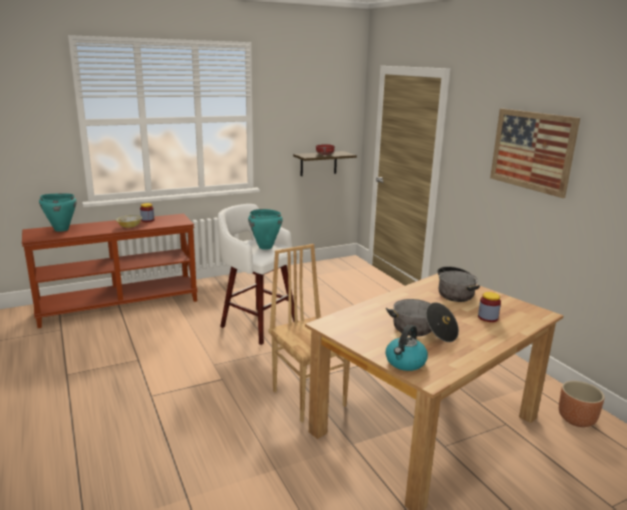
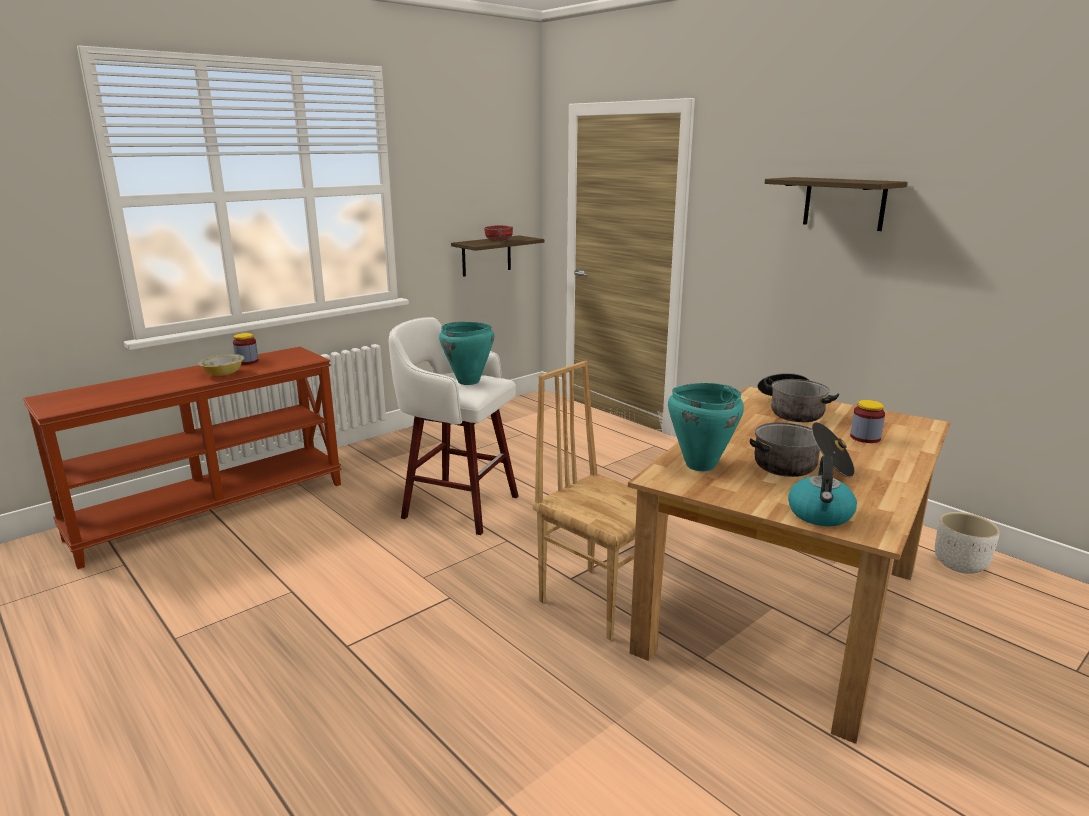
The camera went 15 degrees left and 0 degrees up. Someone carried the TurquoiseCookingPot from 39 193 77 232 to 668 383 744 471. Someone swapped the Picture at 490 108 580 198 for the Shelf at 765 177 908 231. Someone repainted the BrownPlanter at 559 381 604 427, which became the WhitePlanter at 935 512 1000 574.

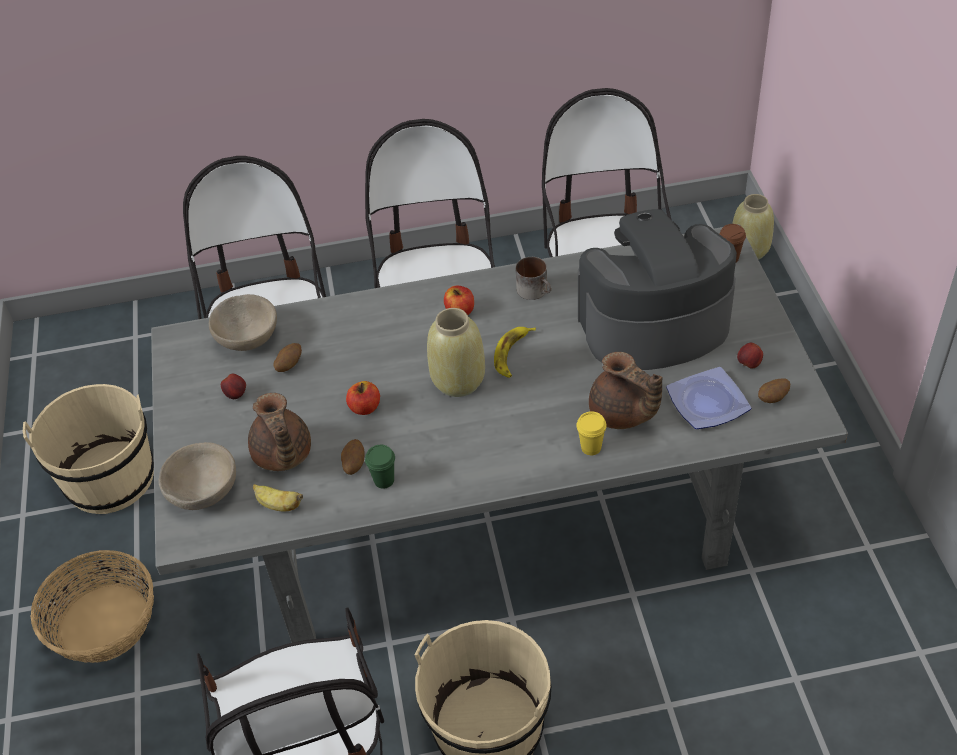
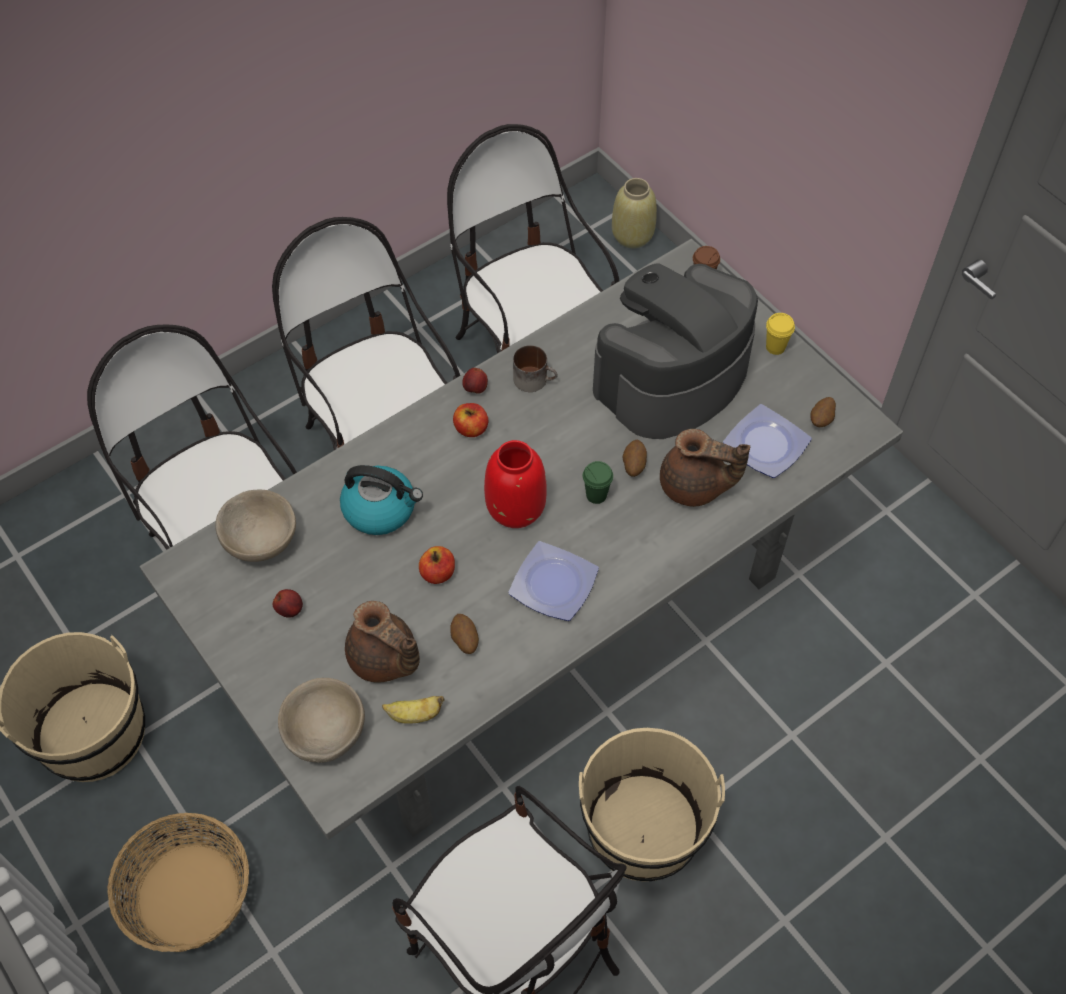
The camera went 30 degrees left and 10 degrees up. Someone took away the Banana at 494 327 536 378. Someone put down the Kettle at 340 465 423 535. Someone put down the Plate at 508 541 599 621. Someone carried the Potato from 273 343 302 372 to 622 440 647 477. Someone carried the GreenCup from 365 445 395 489 to 583 461 613 504. Someone carried the YellowCup from 576 411 607 455 to 766 313 795 355. Someone carried the Apple from 737 343 763 368 to 462 368 488 394. Someone repainted the BeigeVase at 427 308 485 397, which became the RedVase at 484 440 547 528.

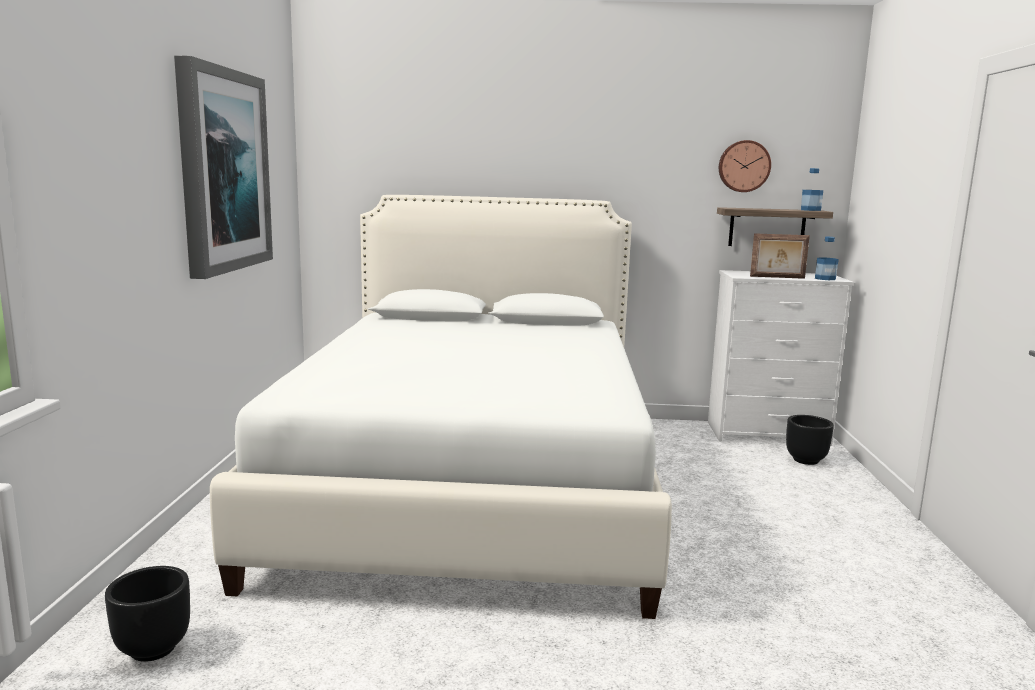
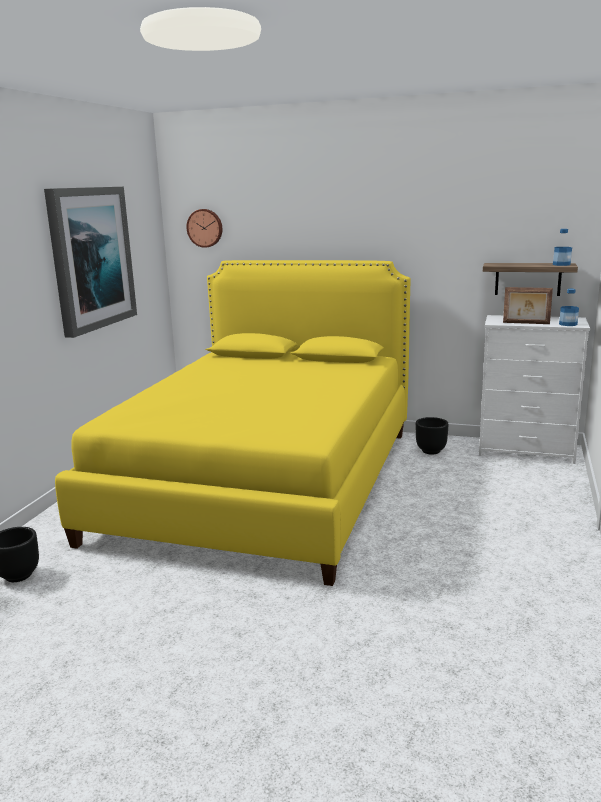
The camera went 15 degrees right and 5 degrees up. Someone carried the WallClock from 719 140 771 192 to 186 209 222 248. Someone carried the BlackPlanter from 786 415 834 465 to 416 417 449 454. Someone repainted the WhiteBed at 210 195 672 619, which became the YellowBed at 55 260 410 586.

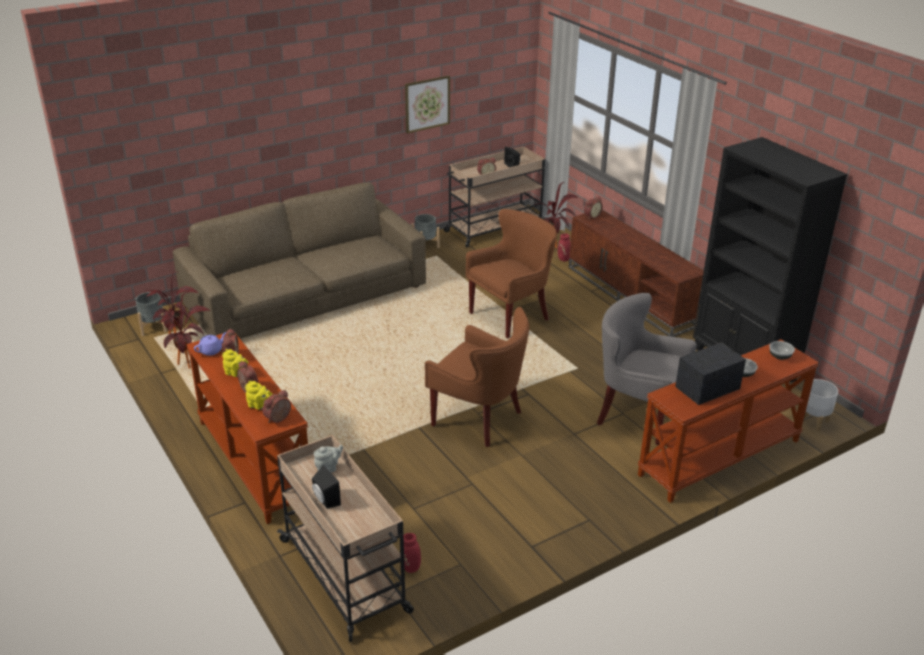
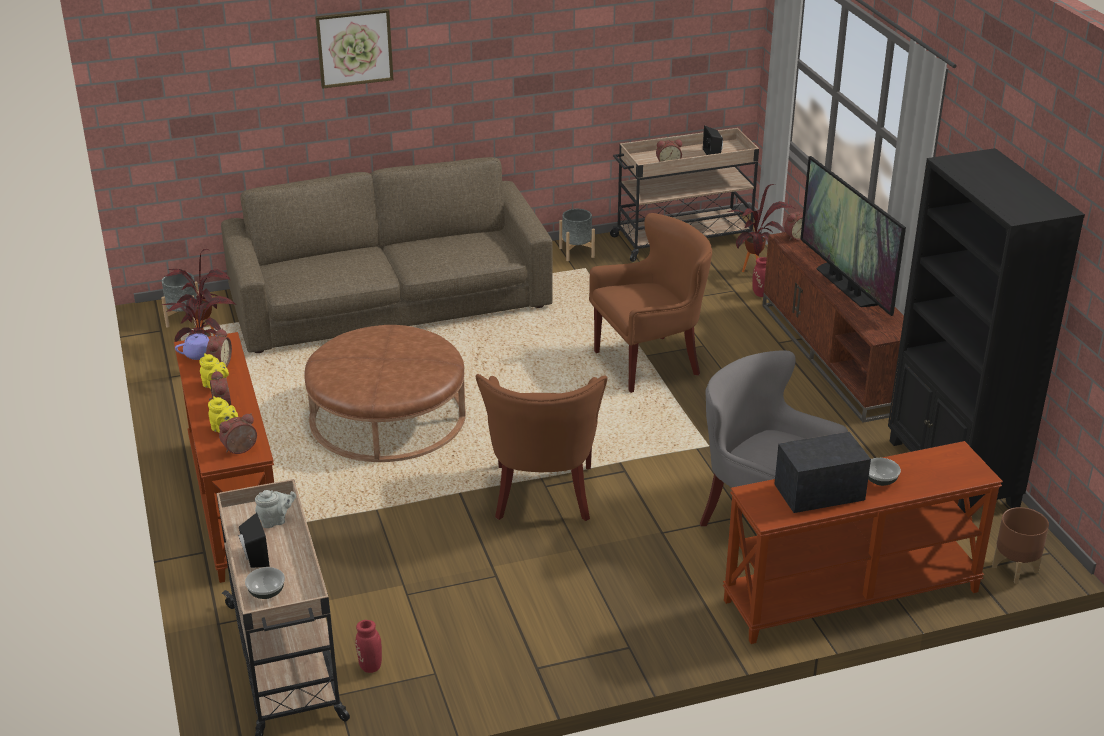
The camera went 15 degrees right and 0 degrees up. Someone put down the BrownOttoman at 304 325 466 462. Someone put down the Television at 800 156 906 316. Someone carried the Picture from 405 75 450 133 to 315 9 393 89. Someone carried the Bowl from 769 341 795 360 to 245 567 285 599. Someone repainted the WhitePlanter at 804 379 838 432, which became the BrownPlanter at 992 507 1049 584. Someone rotated the BrownArmchair at 425 307 529 447 by 45 degrees clockwise.

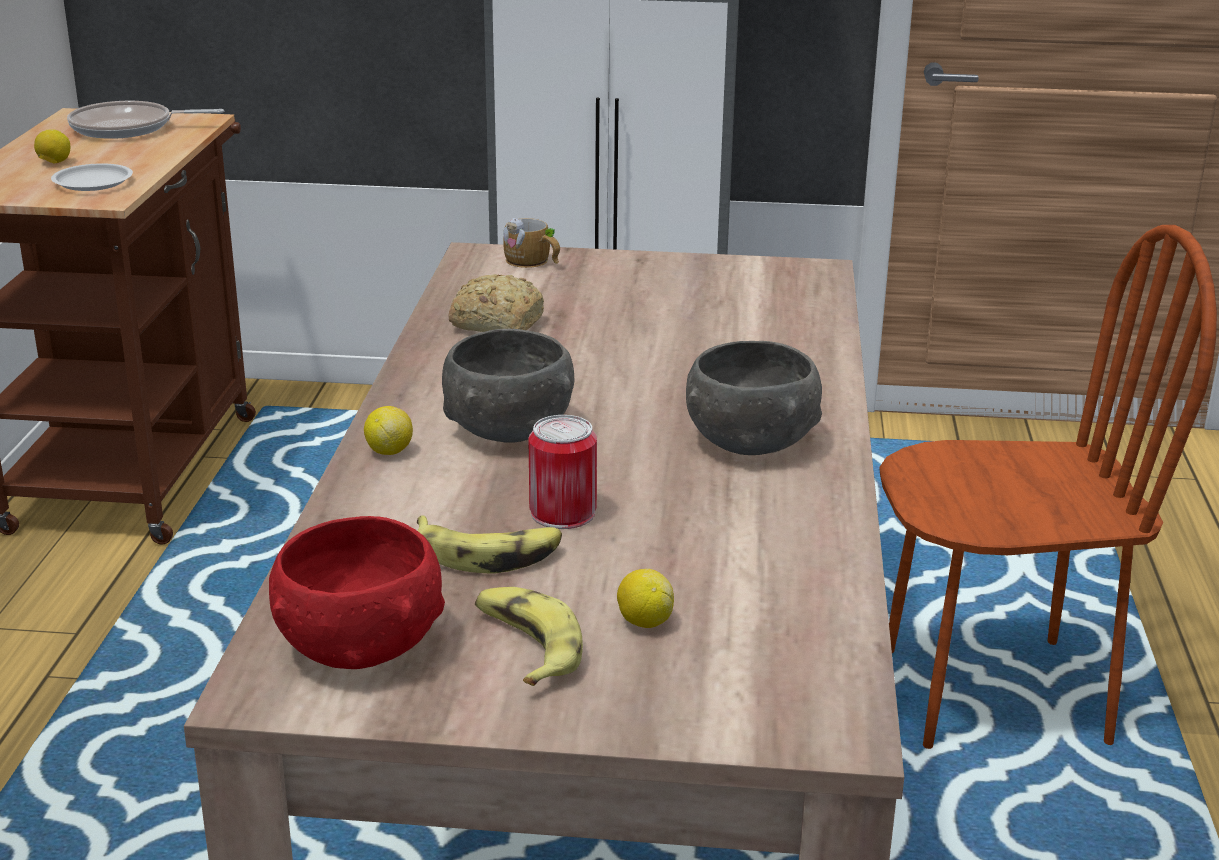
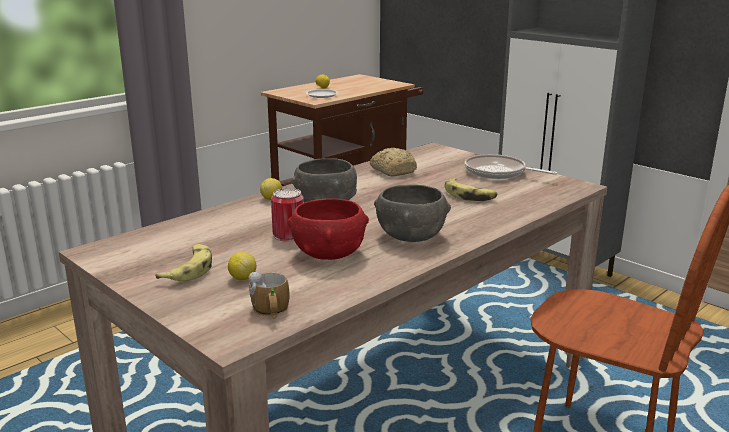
The camera went 40 degrees right and 5 degrees down. Someone carried the FryingPan from 67 101 224 139 to 465 154 557 179. Someone carried the RedBowl from 269 516 445 669 to 288 198 369 260. Someone carried the Banana from 417 515 562 574 to 445 178 497 201. Someone carried the Mug from 503 218 560 268 to 248 272 290 319.

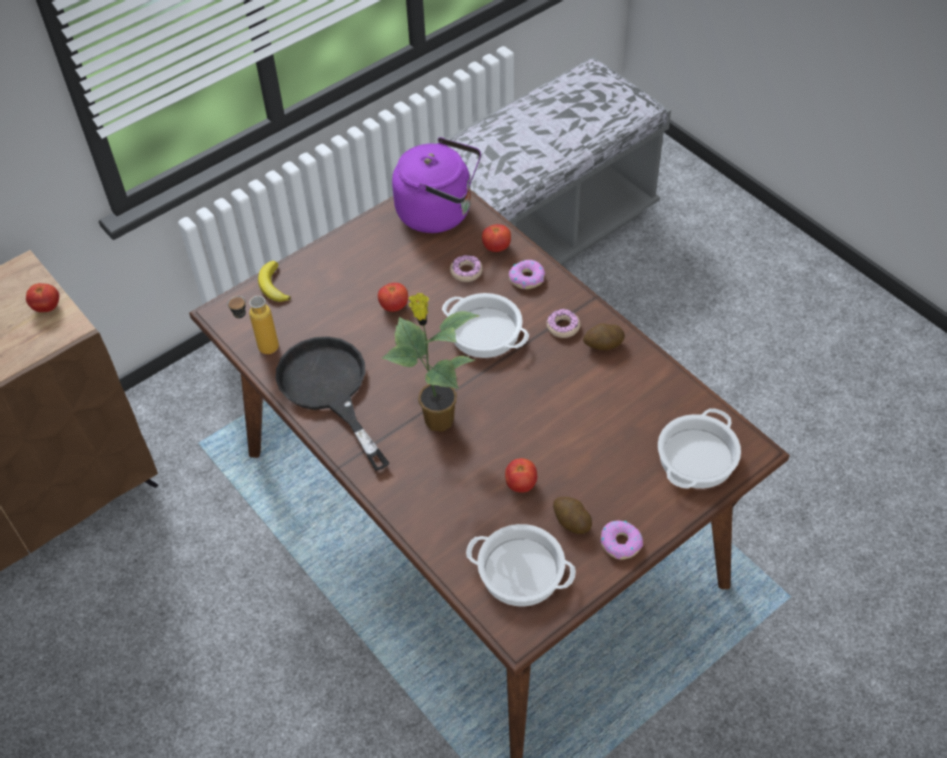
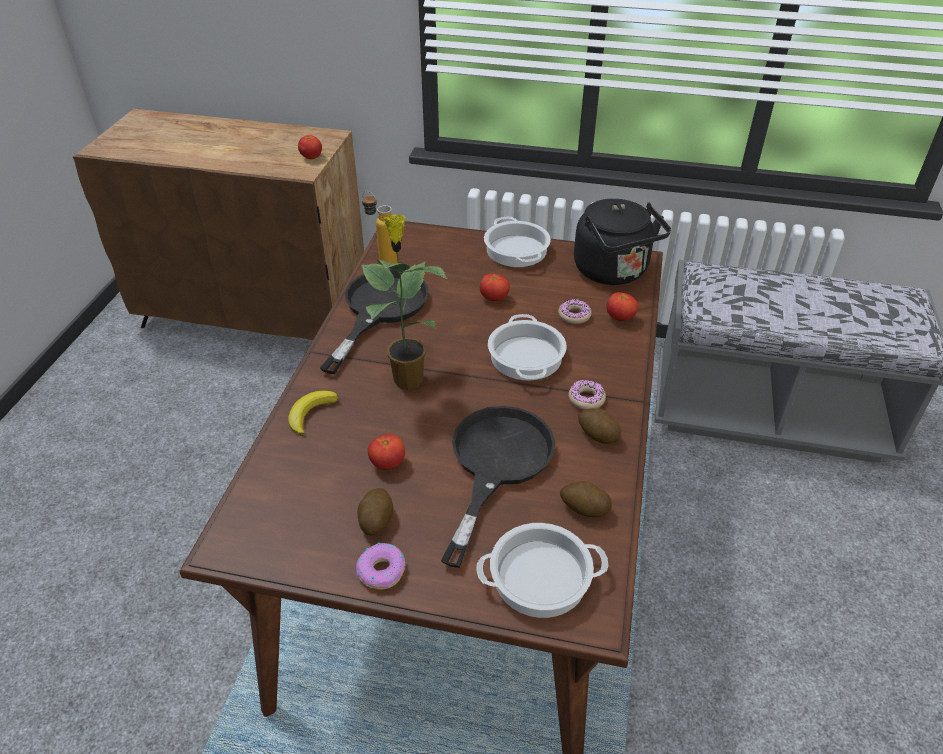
The camera went 50 degrees right and 10 degrees down. Someone took away the Donut at 509 260 545 289. Someone put down the BlackFryingPan at 441 406 555 568. Someone put down the Potato at 560 481 612 517. Someone carried the Banana from 258 261 291 302 to 288 391 338 436. Someone carried the CookingPot from 466 524 576 607 to 484 216 551 267. Someone repainted the PurpleKettle at 392 137 481 233, which became the BlackKettle at 574 199 671 285.

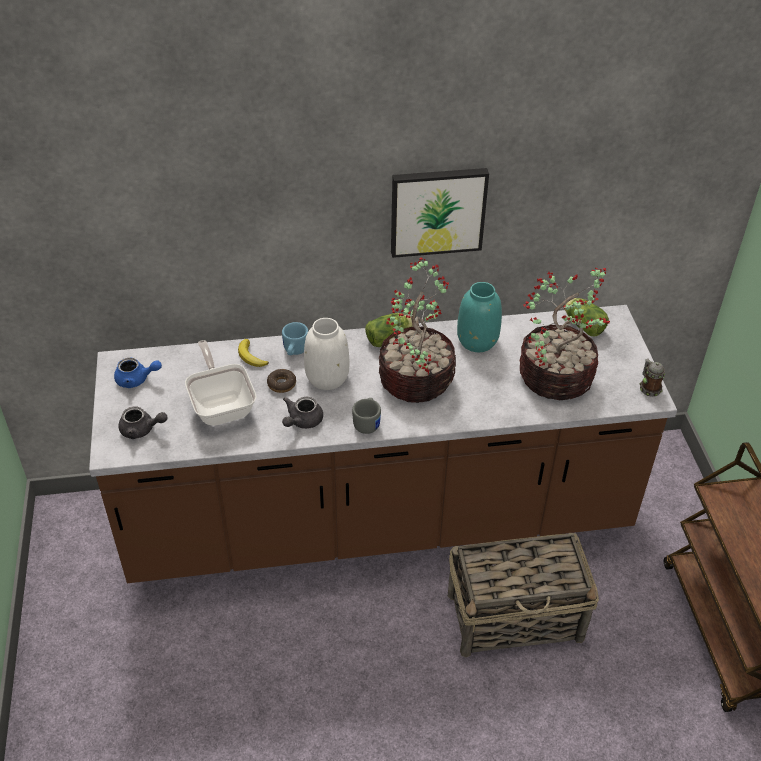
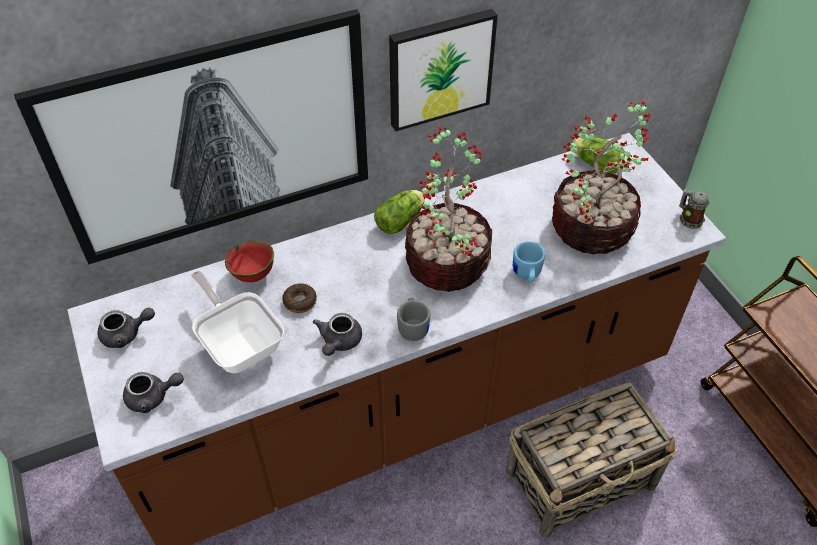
The camera went 15 degrees left and 5 degrees up. Someone took away the WhiteVase at 304 318 349 390. Someone took away the TurquoiseVase at 457 282 502 352. Someone put up the Picture at 14 9 368 265. Someone carried the BlueMug from 282 322 308 355 to 513 241 545 283. Someone swapped the Banana at 238 339 269 367 for the RedBowl at 225 241 274 282. Someone repainted the BlueTeapot at 114 358 162 388, which became the GreyTeapot at 98 308 155 348.

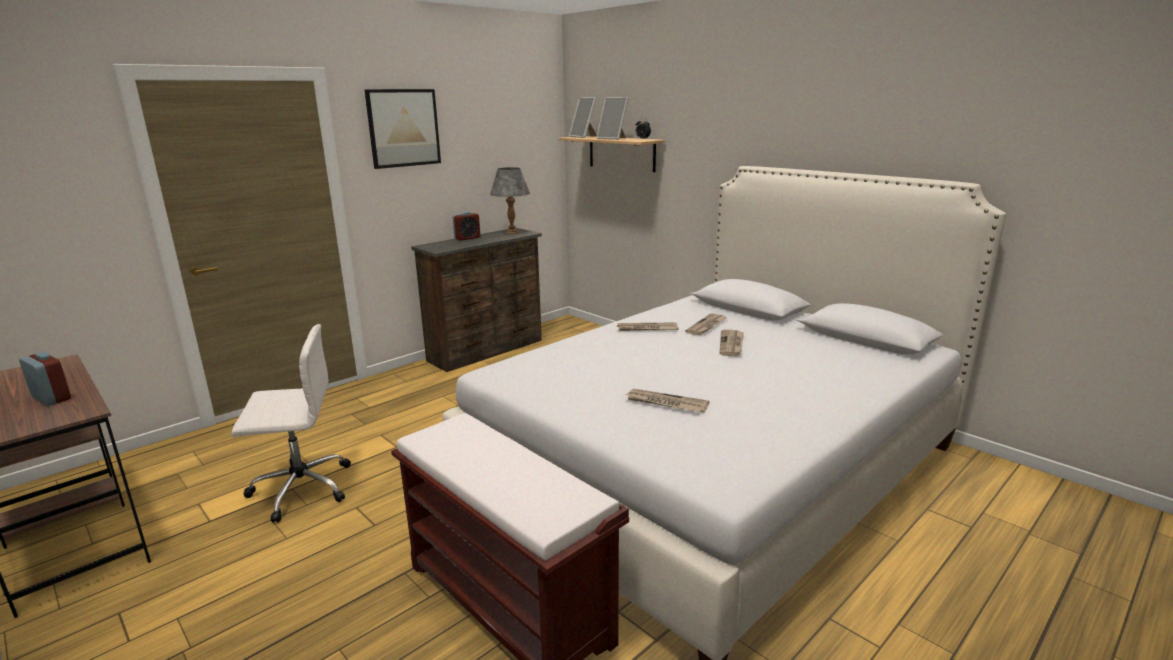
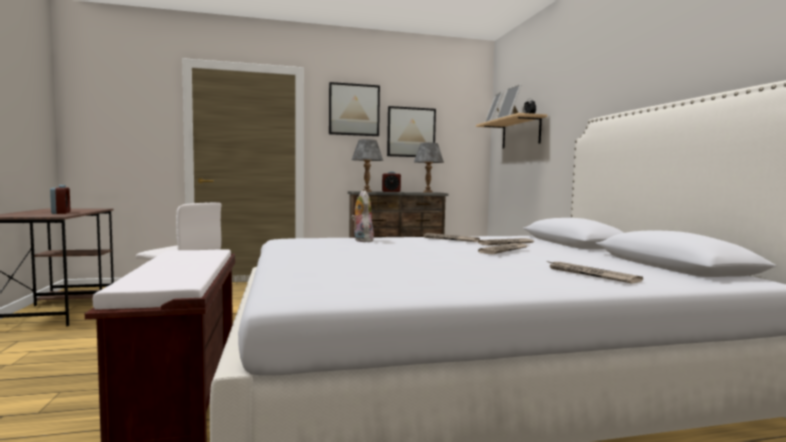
The camera went 30 degrees right and 15 degrees down. Someone put down the PlushToy at 351 190 374 242. Someone put down the GreyTableLamp at 352 139 383 192. Someone put up the Picture at 387 106 436 157. Someone carried the Newspaper from 625 389 710 412 to 547 261 643 284.

